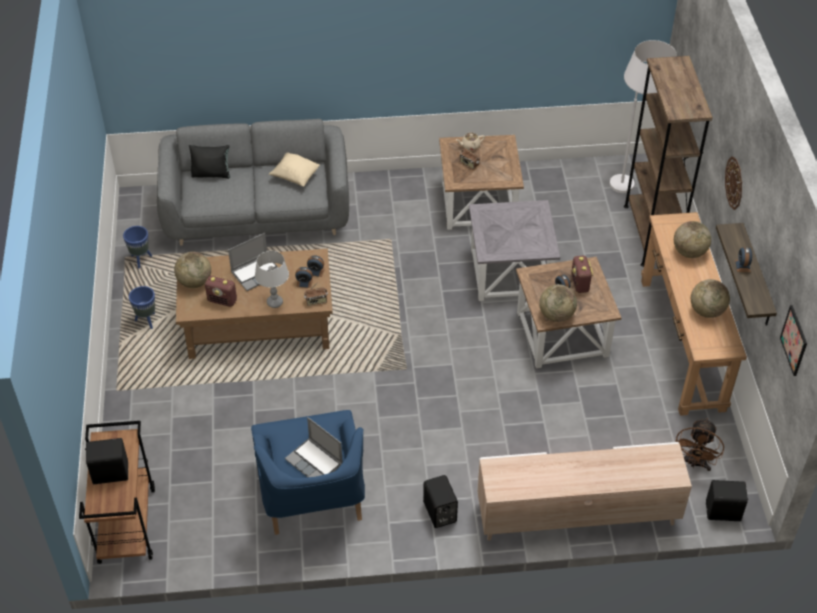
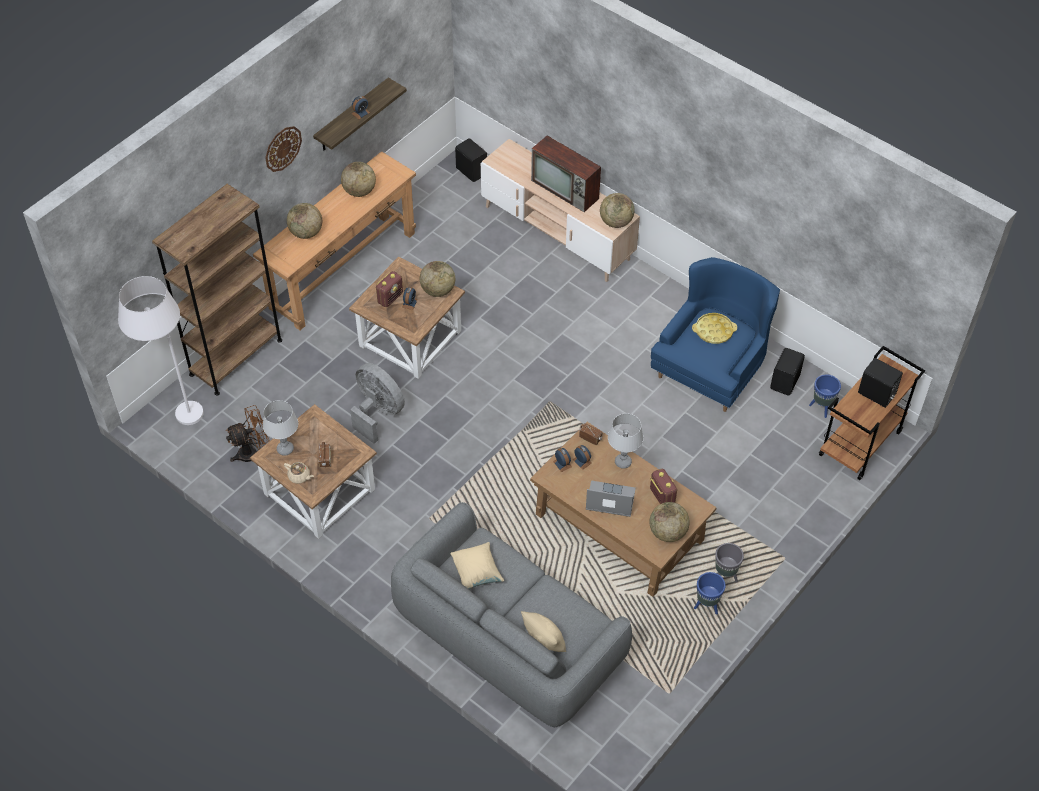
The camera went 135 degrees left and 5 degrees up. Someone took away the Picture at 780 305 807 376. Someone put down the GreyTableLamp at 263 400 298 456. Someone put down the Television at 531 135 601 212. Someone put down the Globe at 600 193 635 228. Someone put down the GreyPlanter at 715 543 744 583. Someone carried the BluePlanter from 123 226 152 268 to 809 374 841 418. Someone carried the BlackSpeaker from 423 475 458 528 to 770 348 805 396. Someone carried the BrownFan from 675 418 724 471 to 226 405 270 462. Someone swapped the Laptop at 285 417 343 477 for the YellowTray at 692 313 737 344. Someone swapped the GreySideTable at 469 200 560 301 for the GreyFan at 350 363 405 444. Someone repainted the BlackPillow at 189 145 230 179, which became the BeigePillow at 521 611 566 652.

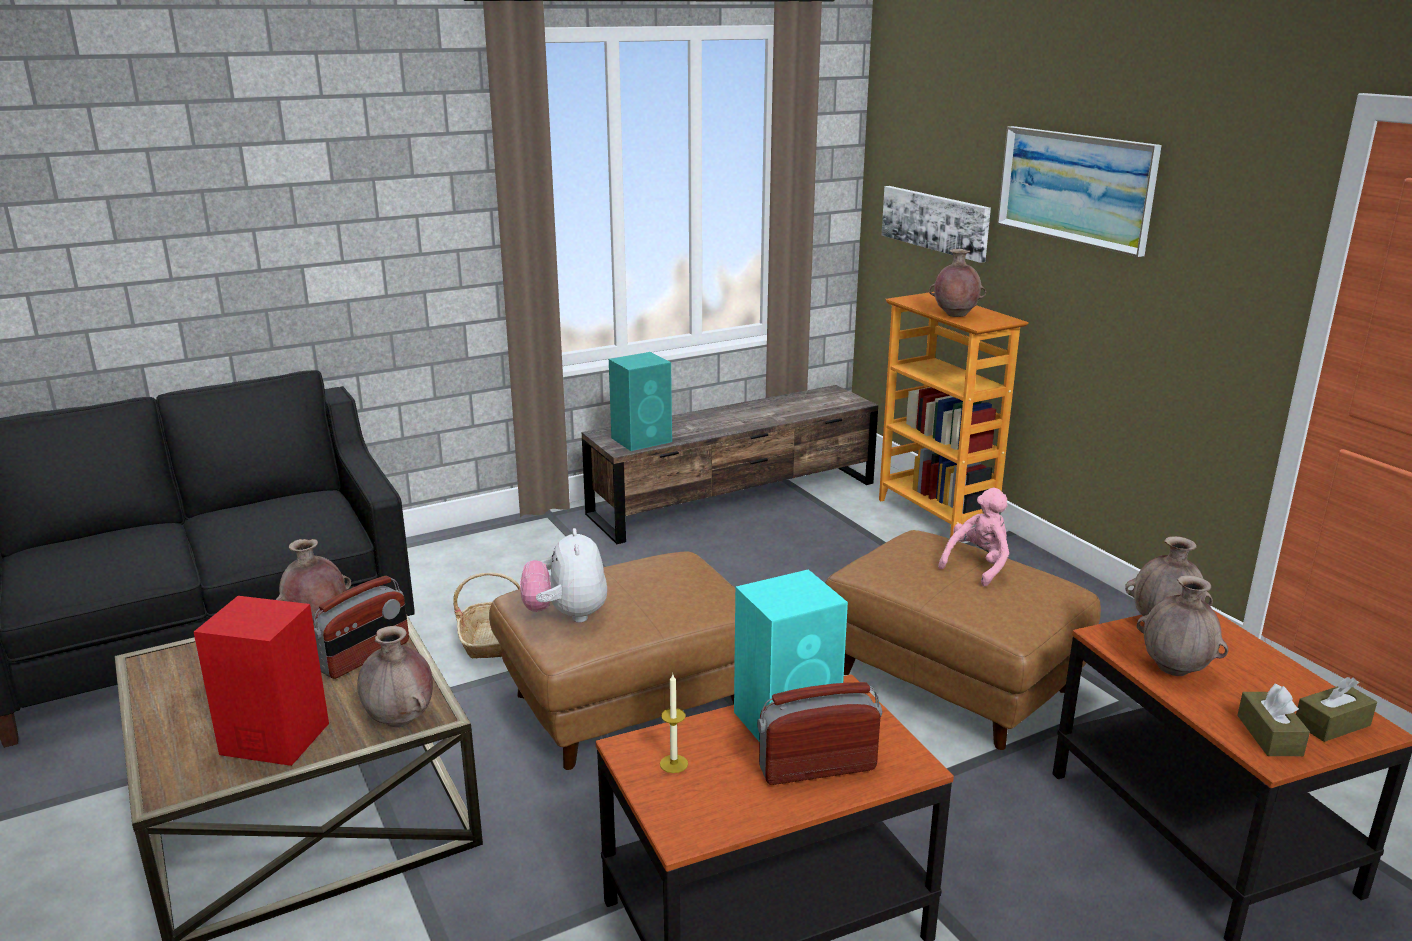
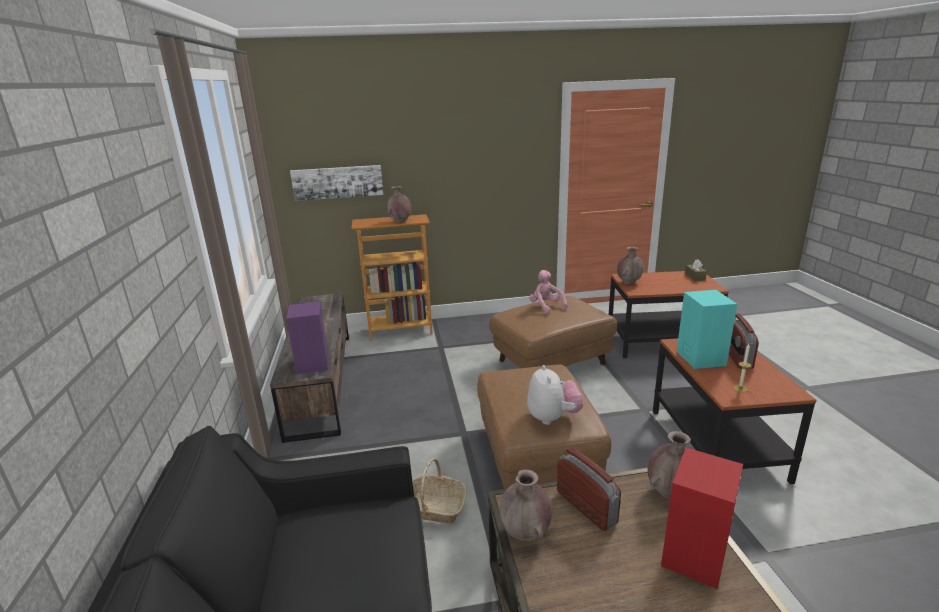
The camera went 70 degrees left and 0 degrees up. Someone took away the Picture at 997 126 1162 257. Someone took away the BrownVase at 1136 575 1228 676. Someone took away the BrownTissueBox at 1237 684 1310 756. Someone repainted the TurquoiseSpeaker at 609 352 672 451, which became the PurpleSpeaker at 286 302 329 374. Someone rotated the PlushToy at 520 528 607 623 by 105 degrees counterclockwise.

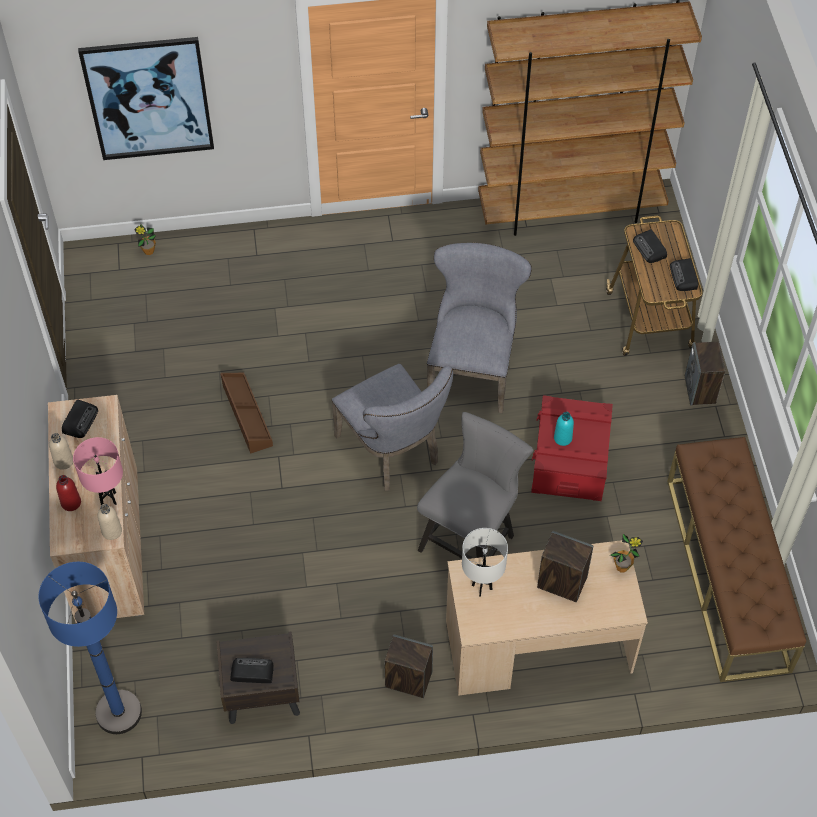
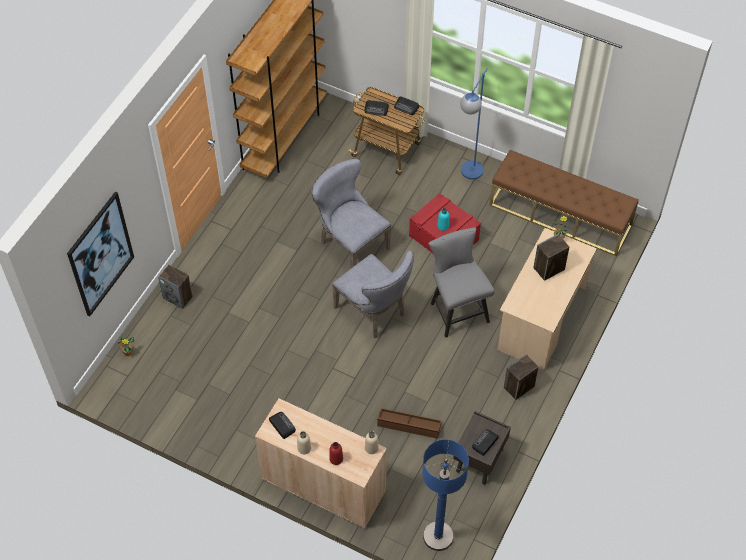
The camera went 55 degrees left and 0 degrees up. Someone took away the PinkTableLamp at 73 437 123 505. Someone took away the WhiteTableLamp at 462 528 508 597. Someone put down the BlueFloorLamp at 460 69 488 180. Someone carried the BrownStorageBox from 220 373 273 454 to 377 408 442 439. Someone carried the Speaker from 685 342 725 405 to 158 265 193 309. Someone rotated the GreyChair at 332 364 453 491 by 45 degrees clockwise.

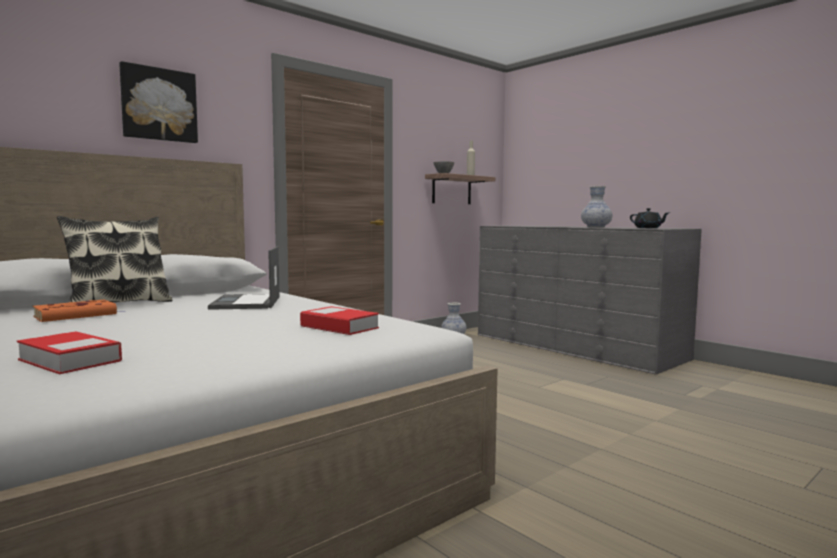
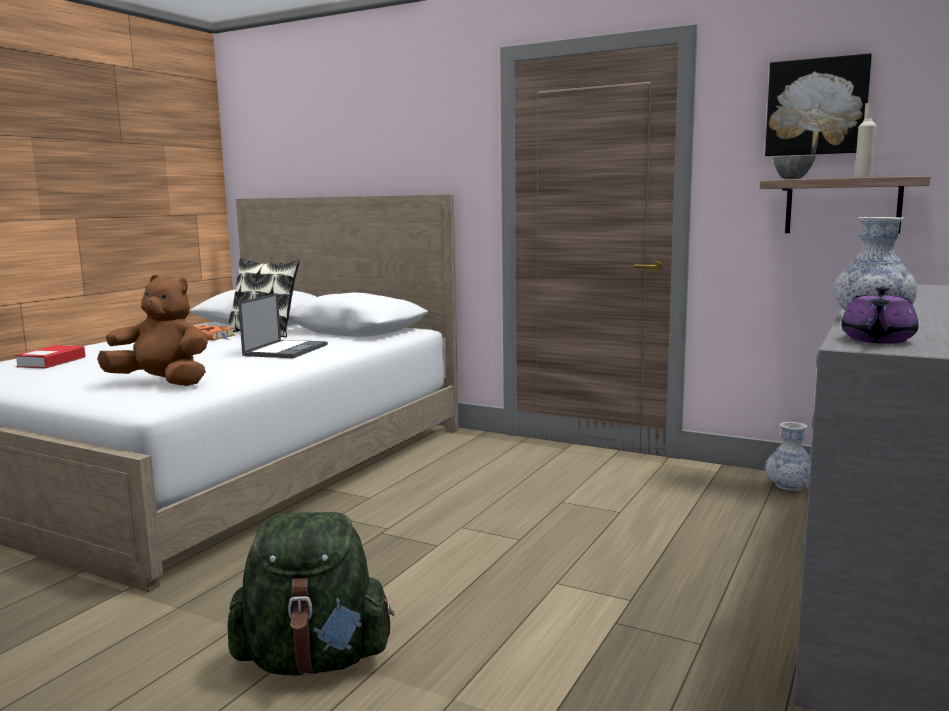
The camera went 70 degrees right and 5 degrees up. Someone put down the GreenBackpack at 228 512 395 676. Someone carried the Picture from 119 61 198 143 to 765 53 872 156. Someone swapped the Book at 300 306 379 335 for the BrownPlushToy at 97 275 208 386. Someone repainted the BlackTeapot at 630 208 668 228, which became the PurpleTeapot at 841 286 918 343. Someone rotated the Laptop at 208 247 280 310 by 135 degrees clockwise.

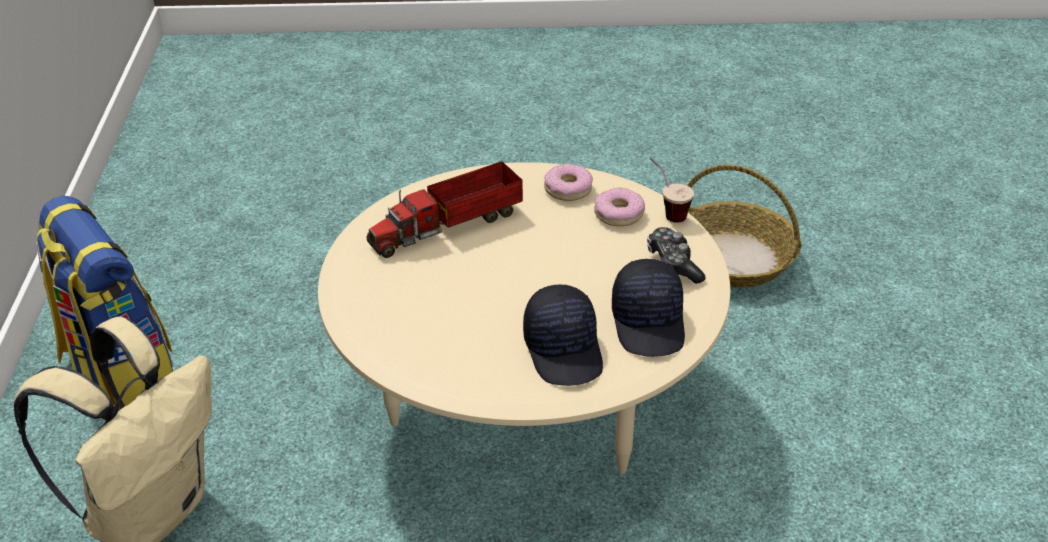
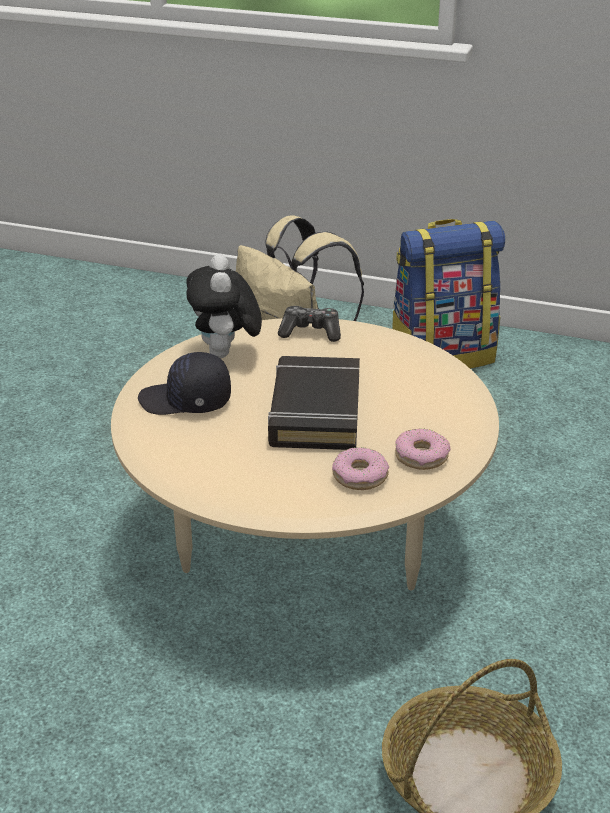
The camera went 110 degrees right and 5 degrees down. Someone took away the ToyTruck at 366 161 523 258. Someone took away the BlackCap at 612 259 685 357. Someone took away the Cup at 650 157 694 223. Someone put down the PlushToy at 186 254 262 358. Someone put down the BlackBook at 268 356 360 450. Someone carried the GameController from 647 227 706 284 to 278 306 341 342.

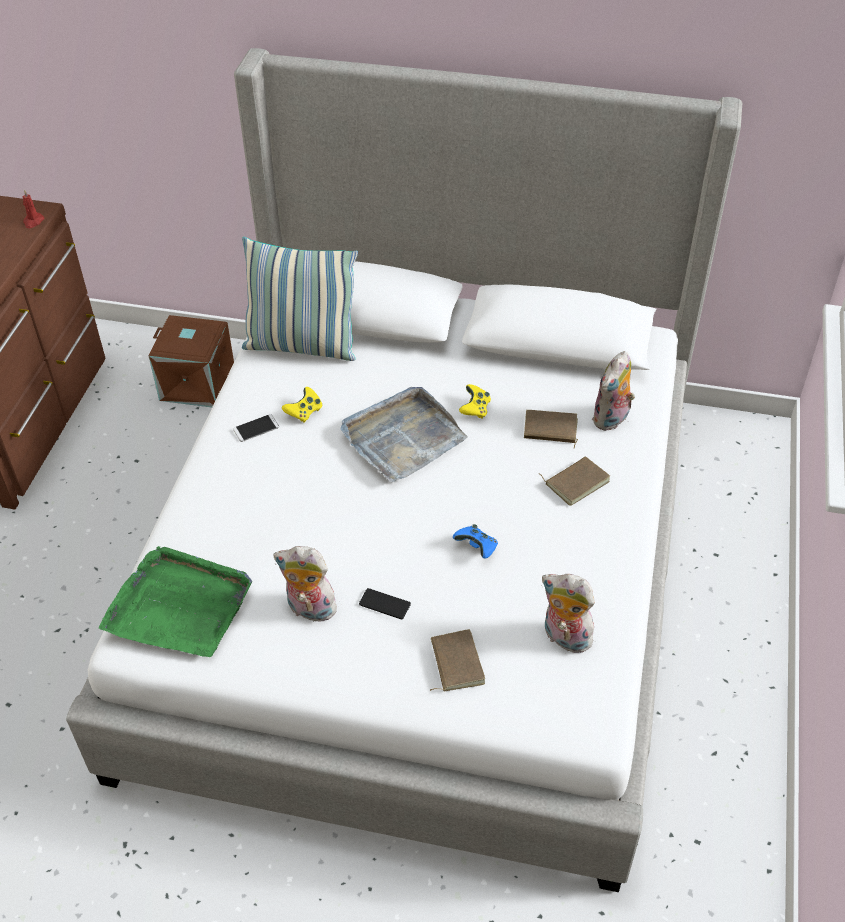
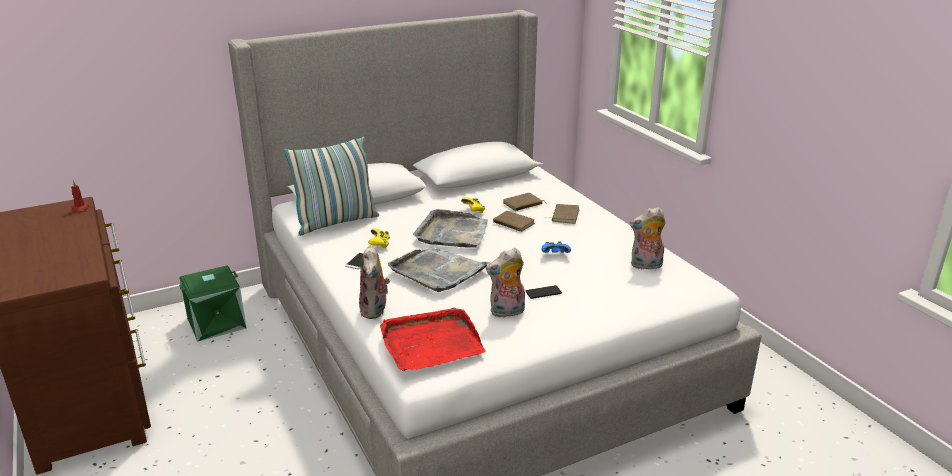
The camera went 40 degrees left and 20 degrees down. Someone put down the GreyTray at 388 247 491 292. Someone carried the BrownBook from 430 629 485 691 to 493 211 535 232. Someone carried the PlushToy from 592 351 635 431 to 359 245 390 319. Someone repainted the GreenTray at 99 546 252 657, which became the RedTray at 380 308 486 371. Someone repainted the BrownStorageBox at 148 315 234 408, which became the GreenStorageBox at 179 266 247 342.

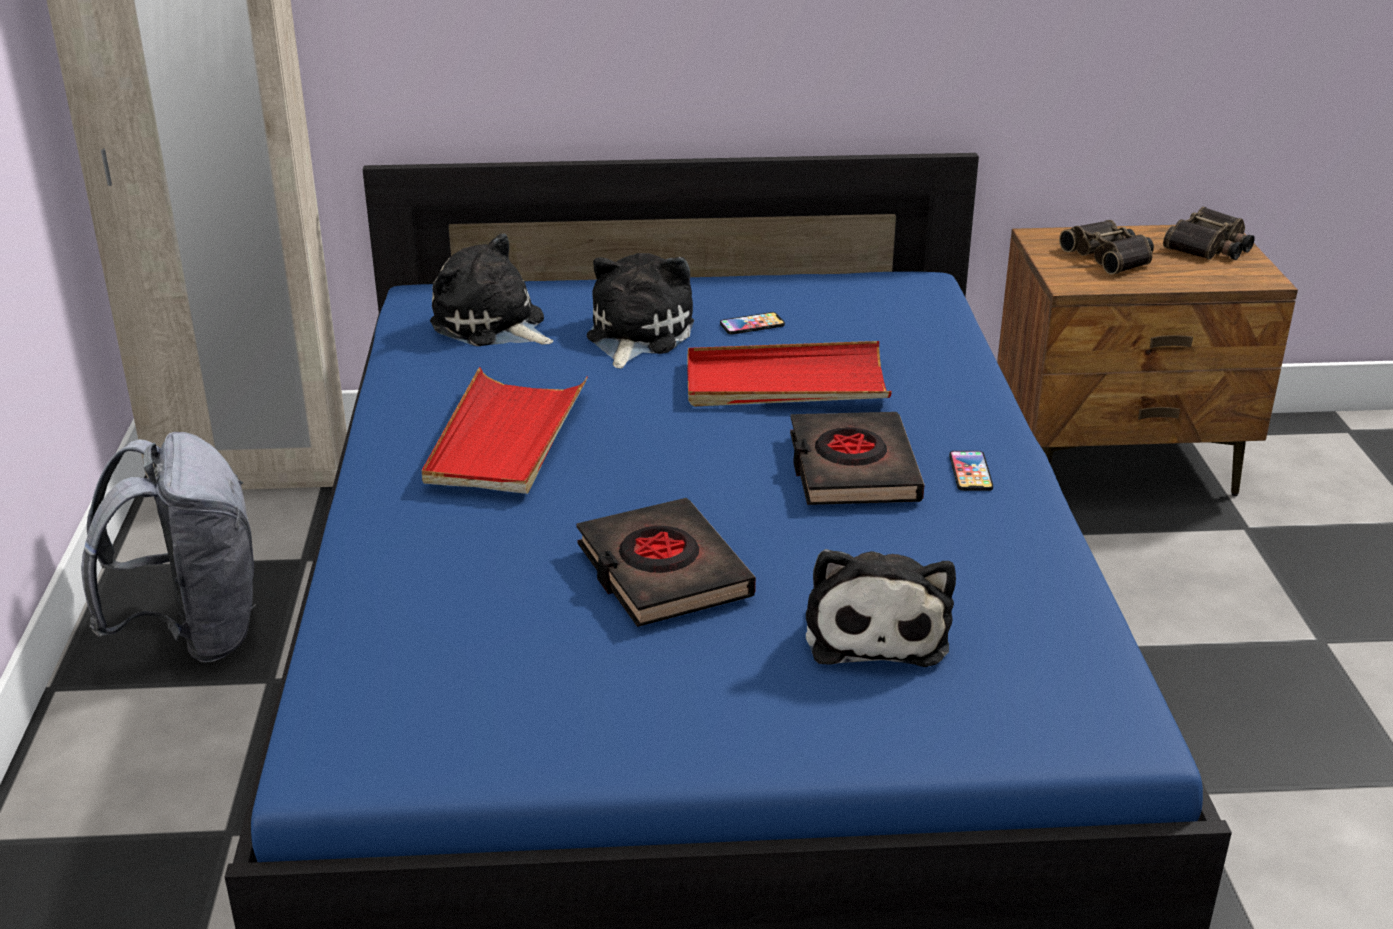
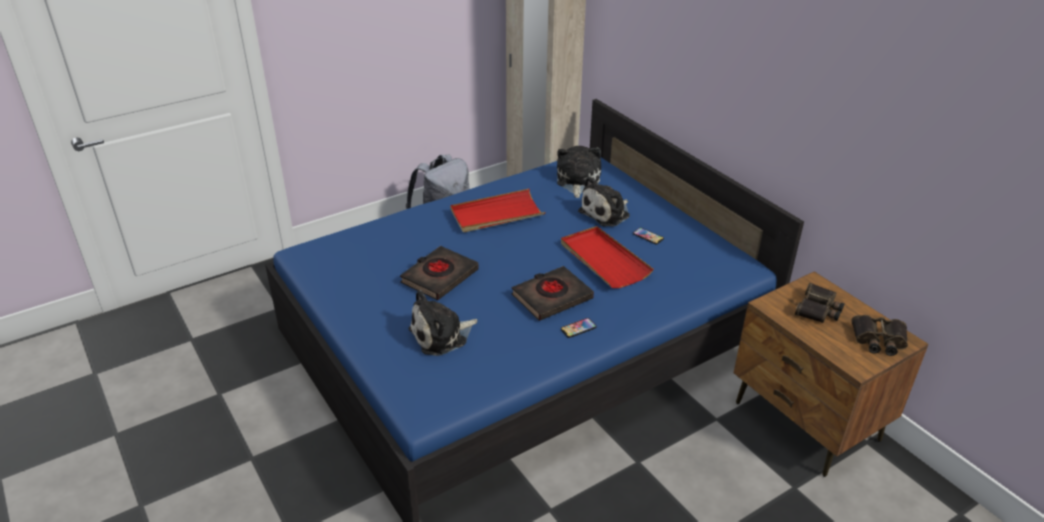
The camera went 60 degrees right and 5 degrees up. Someone rotated the PlushToy at 587 253 694 369 by 150 degrees clockwise.

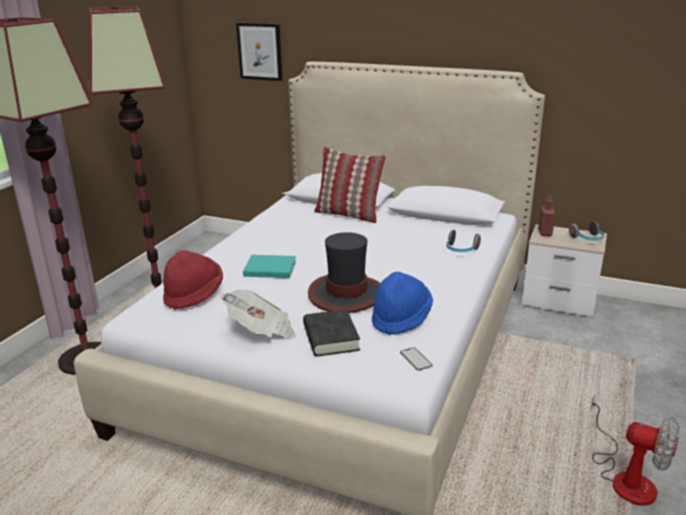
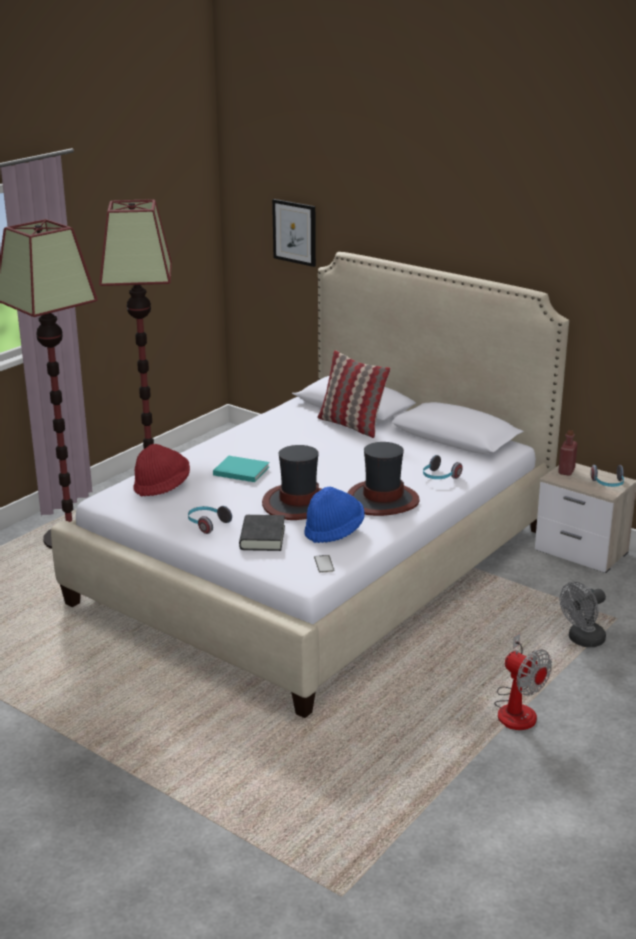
The camera went 15 degrees right and 0 degrees up. Someone put down the Hat at 347 442 420 516. Someone put down the GreyFan at 559 582 606 647. Someone swapped the Newspaper at 221 290 297 338 for the Headphones at 188 506 232 534.

